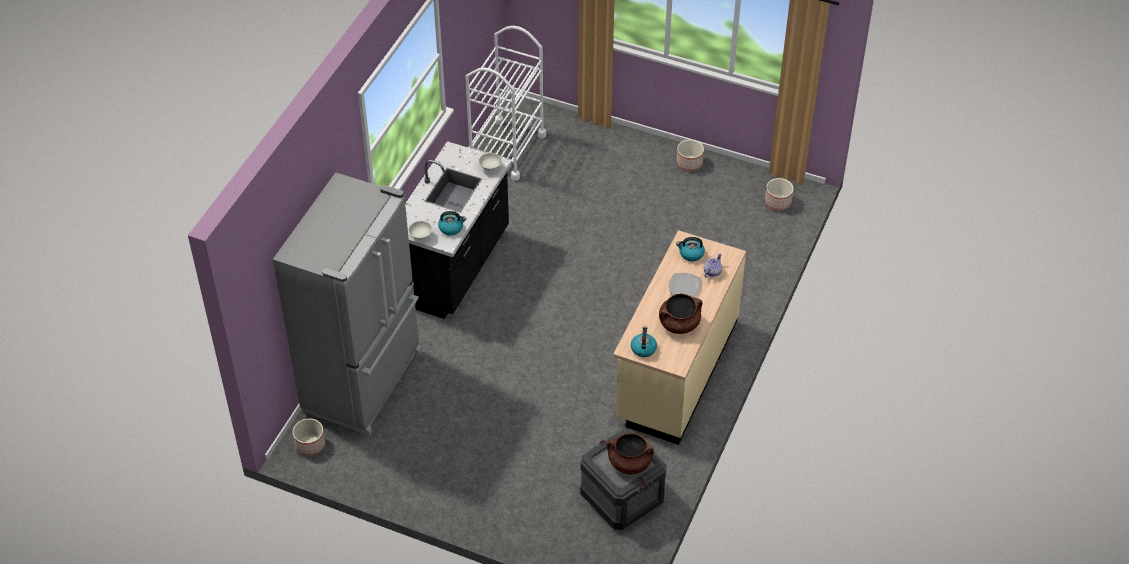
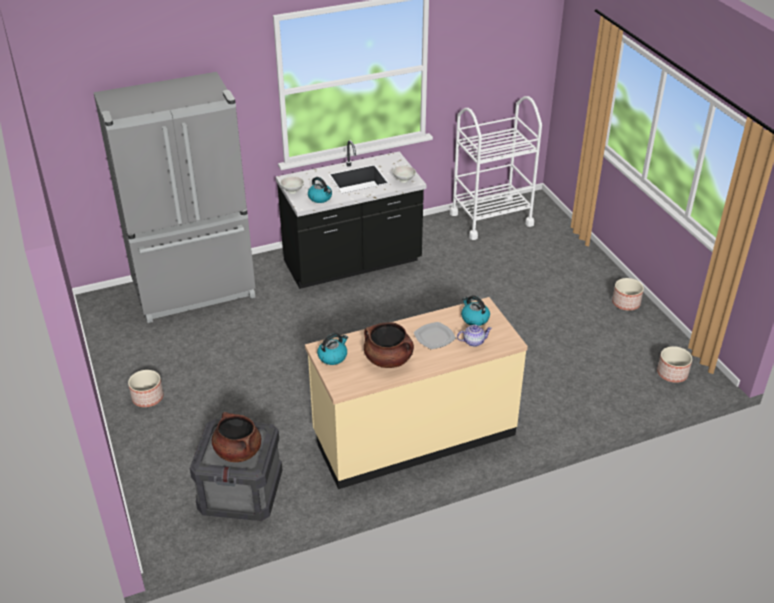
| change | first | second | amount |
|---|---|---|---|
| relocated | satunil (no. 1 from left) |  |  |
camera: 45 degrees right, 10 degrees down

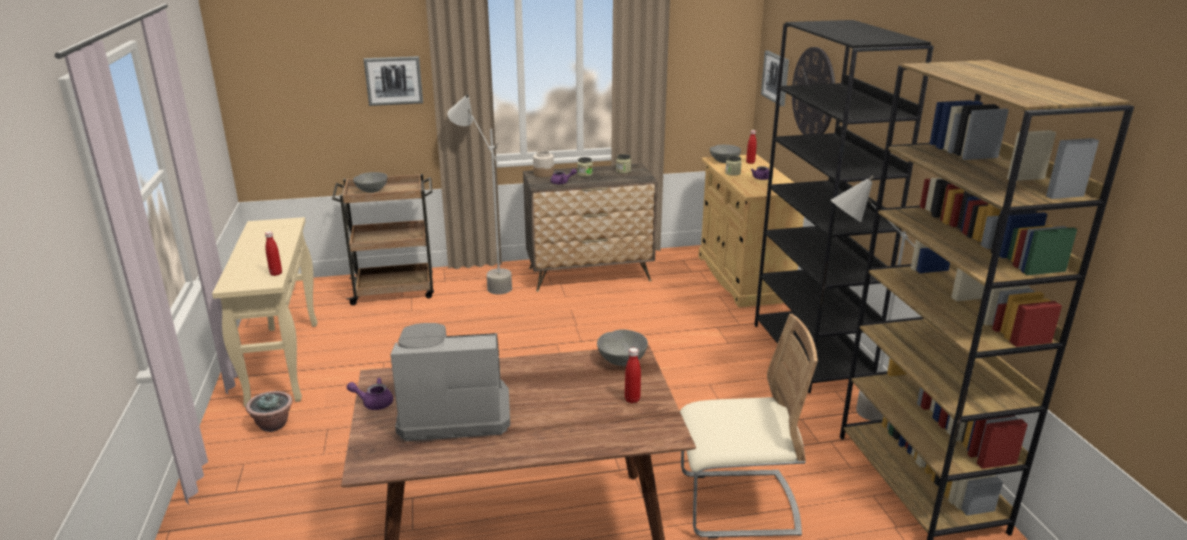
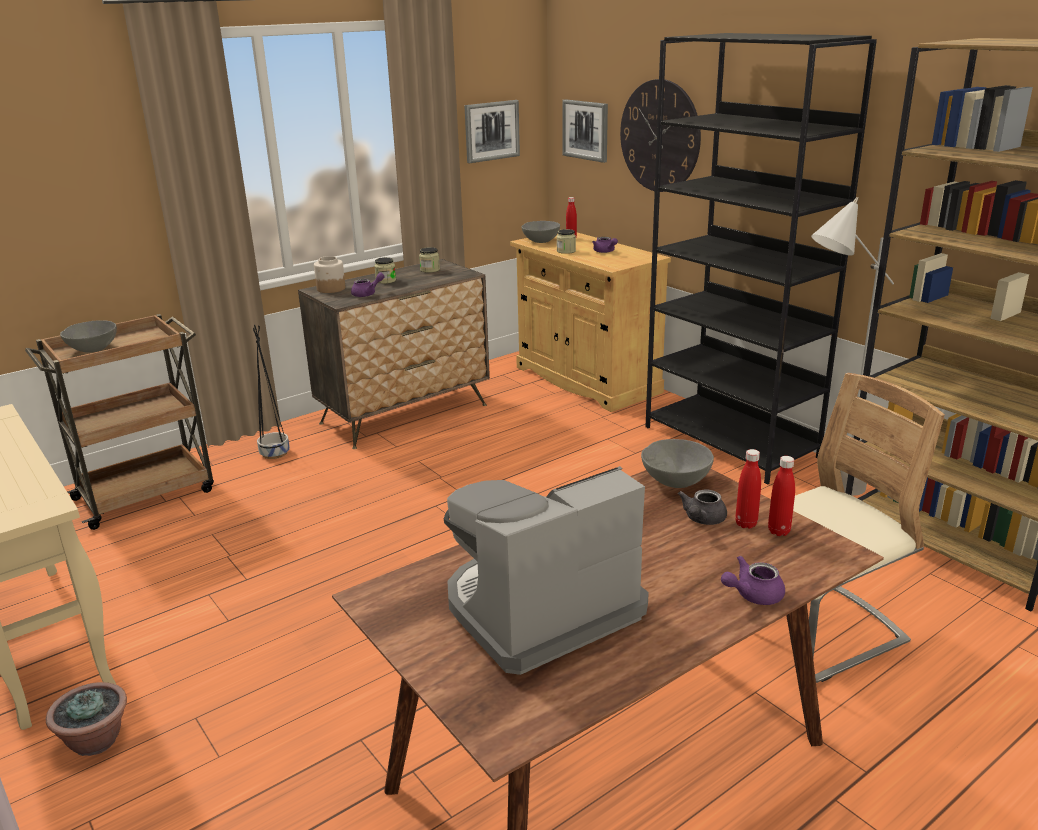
| change | first | second | amount |
|---|---|---|---|
| appeared |  | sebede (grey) |  |
| relocated | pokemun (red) (no. 1 from left in the first image) | pokemun (red) (no. 3 from left) |  |
| relocated | sebede (purple) (no. 1 from left in the first image) | sebede (purple) (no. 3 from left) |  |
| relocated | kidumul (no. 1 from left) |  |  |
| exchanged | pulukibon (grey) (no. 1 from left) | satunil (black) |  |
camera: 25 degrees left, 0 degrees up

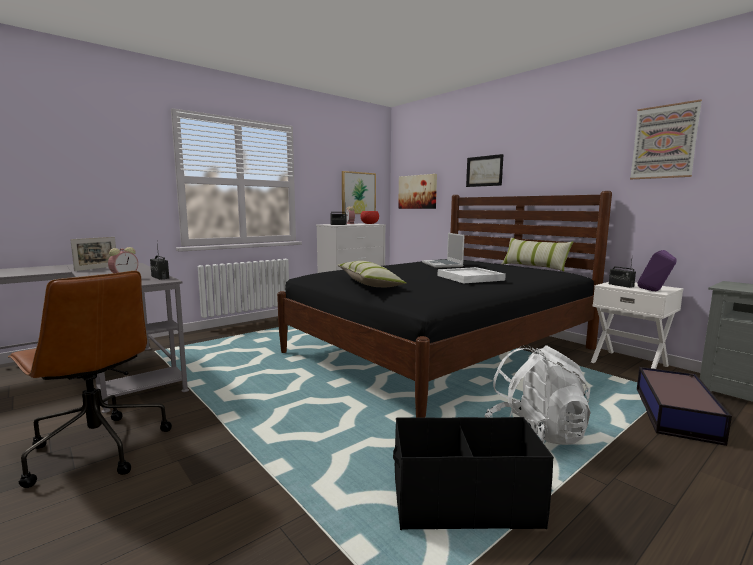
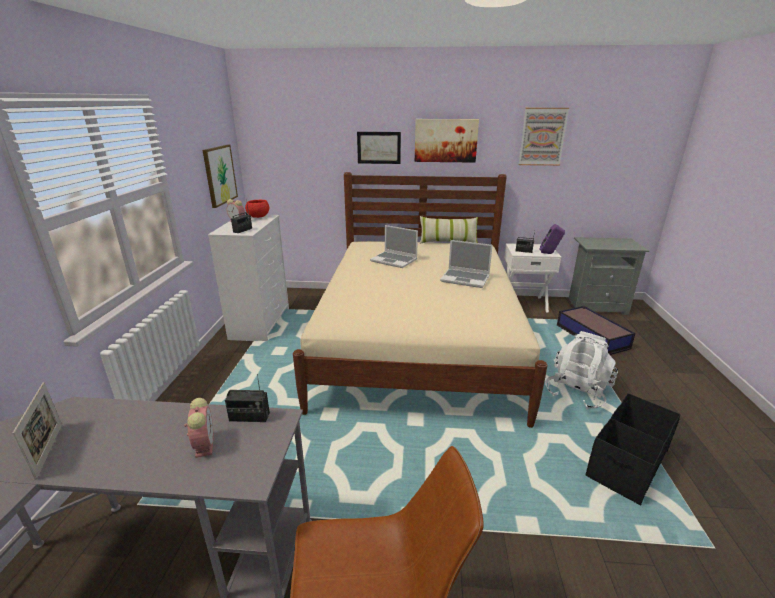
| change | first | second | amount |
|---|---|---|---|
| missing | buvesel (no. 1 from left) |  |  |
| relocated | kidumul (no. 2 from left in the first image) | kidumul (no. 3 from left) |  |
| exchanged | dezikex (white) | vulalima (no. 2 from left) |  |
| colour | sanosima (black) | sanosima (beige) |  |
camera: 45 degrees left, 15 degrees up

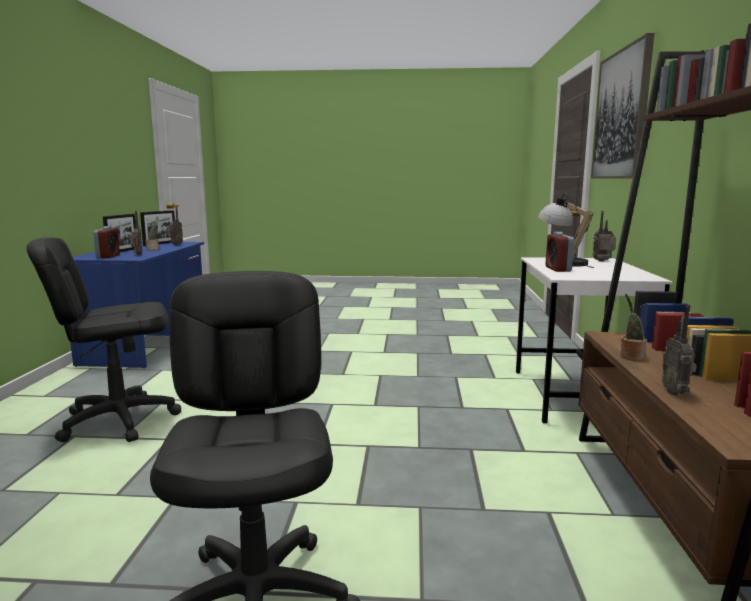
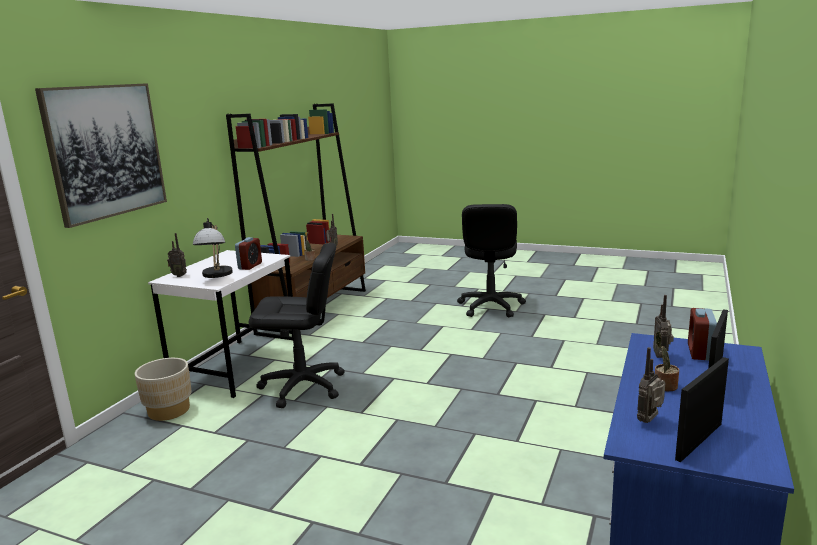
| change | first | second | amount |
|---|---|---|---|
| appeared |  | satunil (beige) |  |
| relocated | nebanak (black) (no. 1 from left) |  |  |
camera: 160 degrees left, 5 degrees up

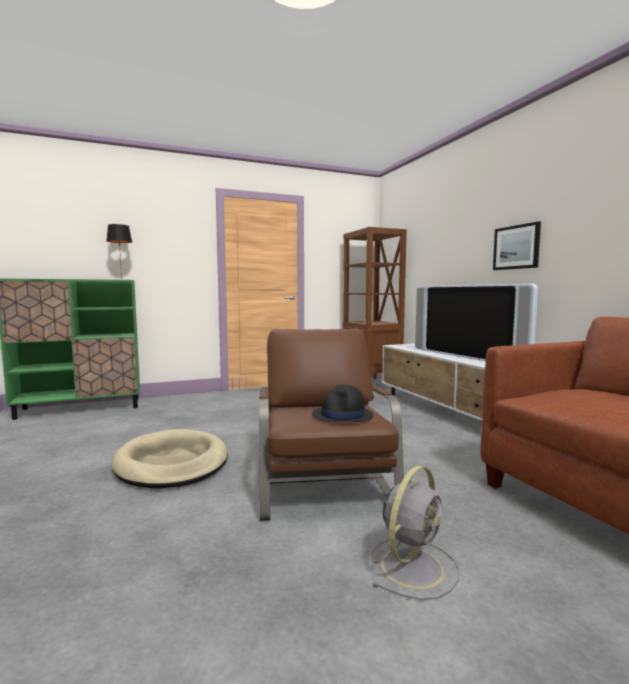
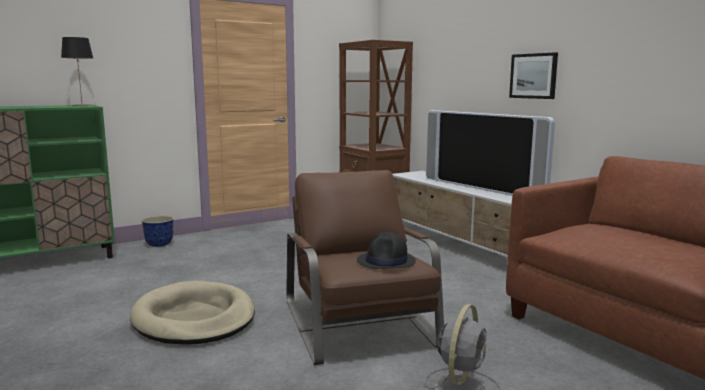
| change | first | second | amount |
|---|---|---|---|
| appeared |  | satunil |  |
camera: 10 degrees left, 5 degrees up

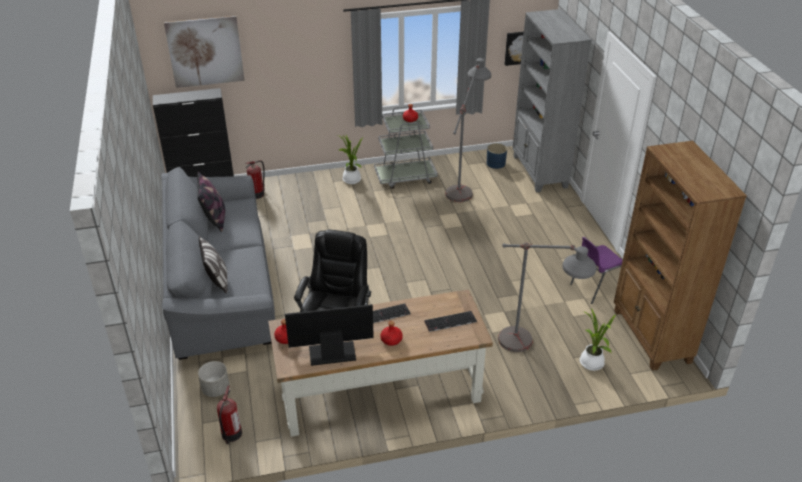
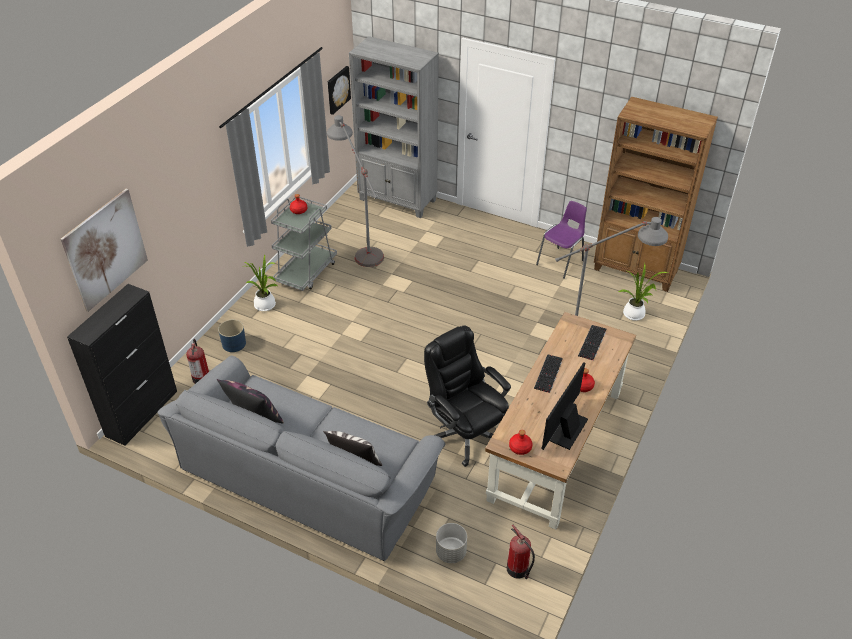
| change | first | second | amount |
|---|---|---|---|
| relocated | satunil (blue) |  |  |
| spun | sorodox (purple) |  | 150 degrees counterclockwise |
camera: 50 degrees left, 5 degrees up

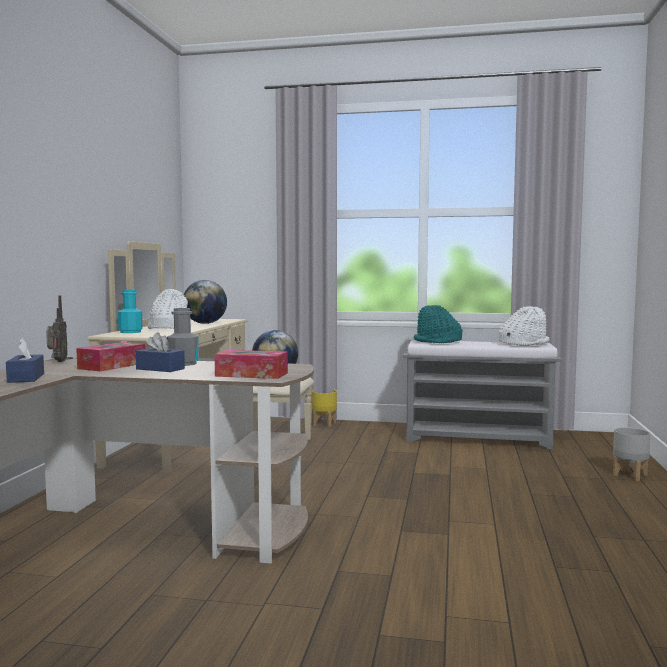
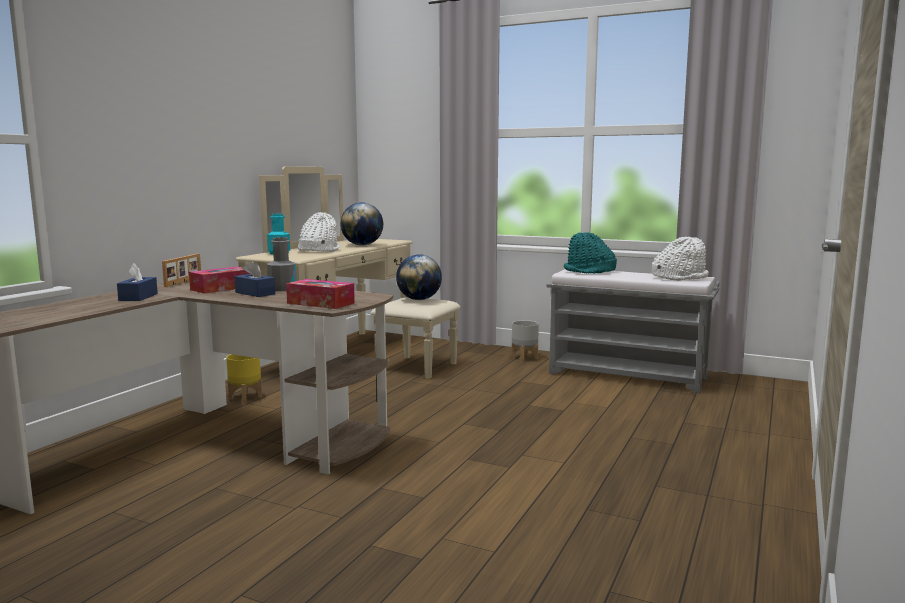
| change | first | second | amount |
|---|---|---|---|
| relocated | satunil (yellow) |  |  |
| relocated | satunil (grey) |  |  |
| exchanged | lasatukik | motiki |  |
camera: 15 degrees right, 5 degrees up

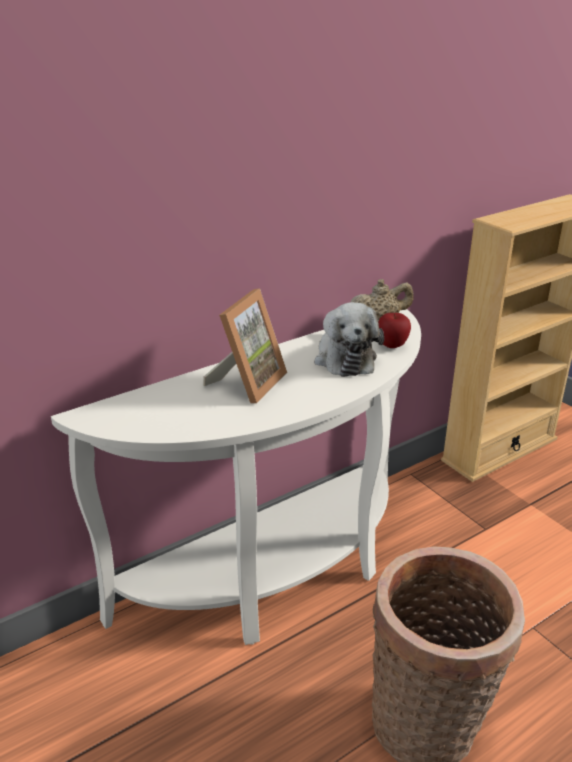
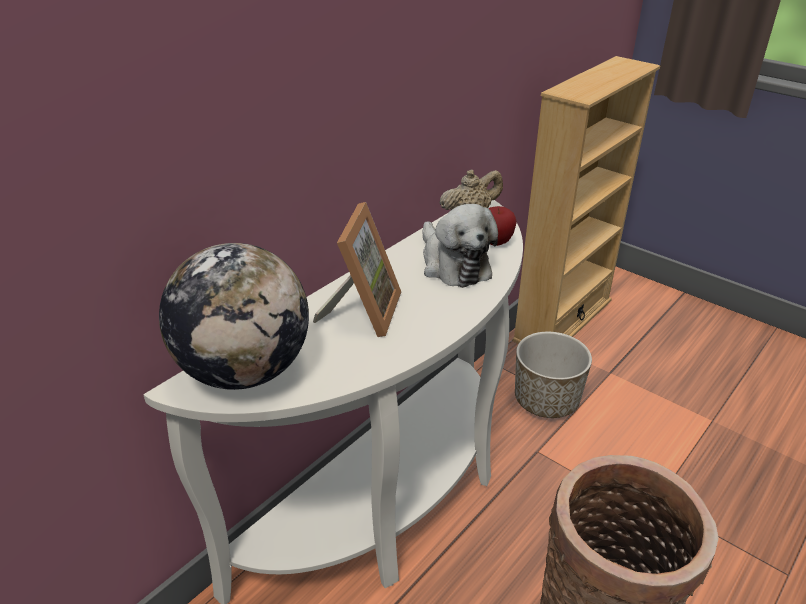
| change | first | second | amount |
|---|---|---|---|
| appeared |  | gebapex |  |
| appeared |  | satunil |  |
camera: 15 degrees left, 5 degrees up

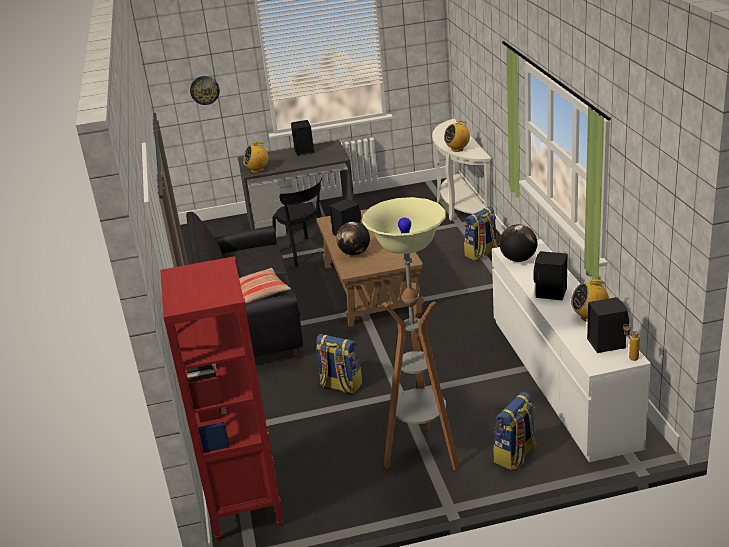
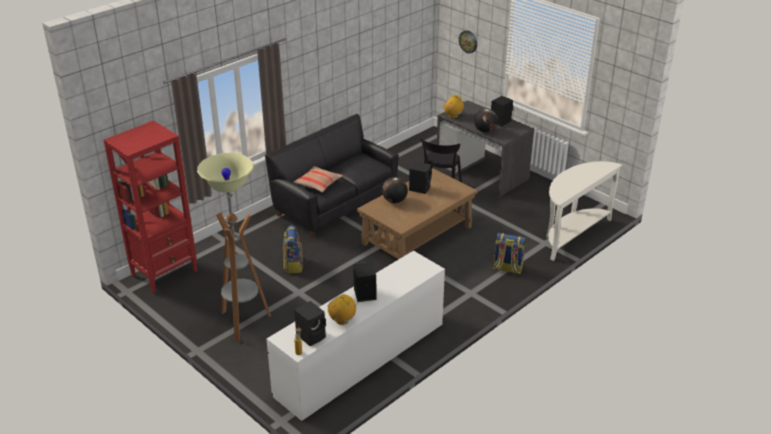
| change | first | second | amount |
|---|---|---|---|
| missing | lasatukik (no. 2 from left) |  |  |
| missing | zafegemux (no. 3 from left) |  |  |
| relocated | gebapex (no. 2 from left) |  |  |
camera: 55 degrees right, 5 degrees up

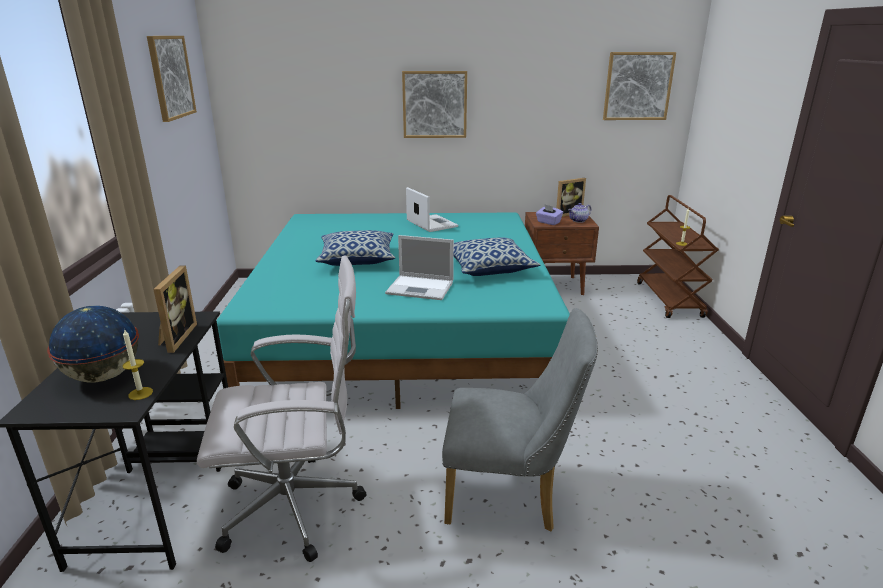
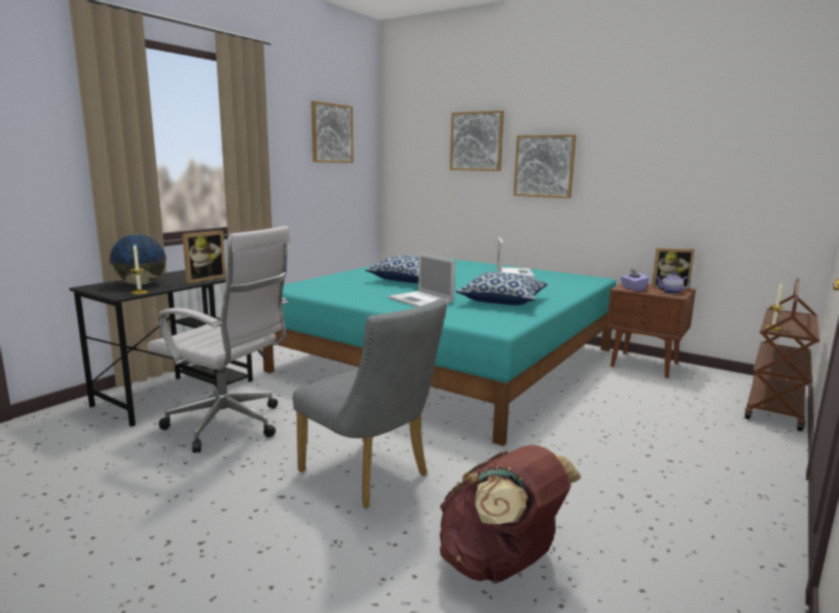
| change | first | second | amount |
|---|---|---|---|
| appeared |  | zafegemux (brown) |  |
| relocated | kidumul (no. 3 from left in the first image) | kidumul (no. 2 from left) |  |
camera: 35 degrees right, 10 degrees down

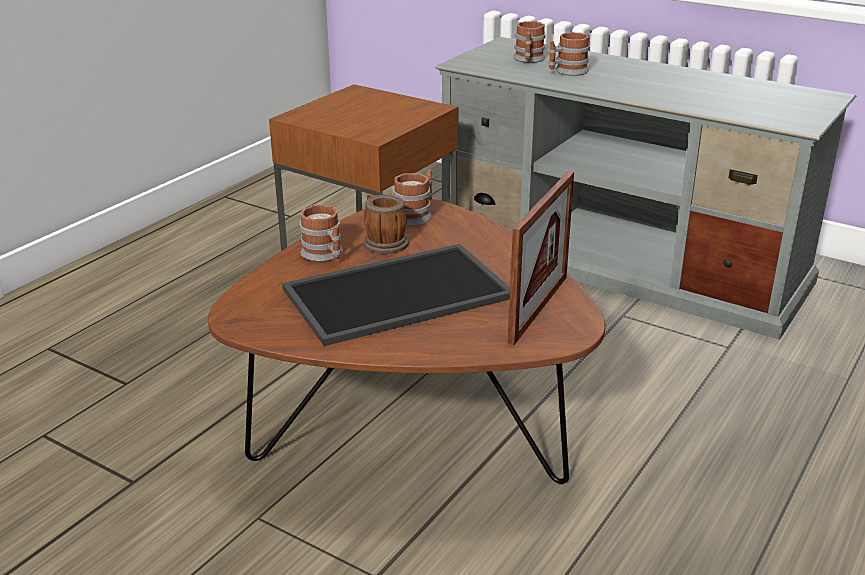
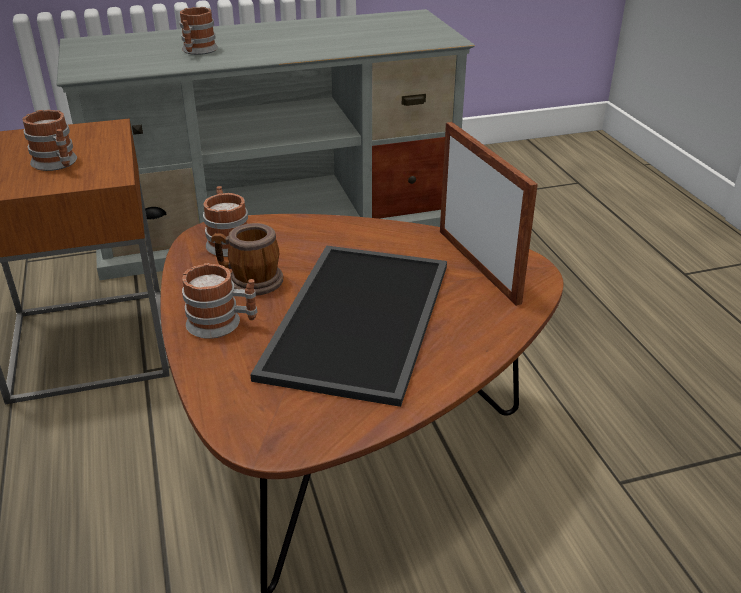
| change | first | second | amount |
|---|---|---|---|
| relocated | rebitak (no. 4 from left in the first image) | rebitak (no. 1 from left) |  |
camera: 50 degrees left, 5 degrees up

